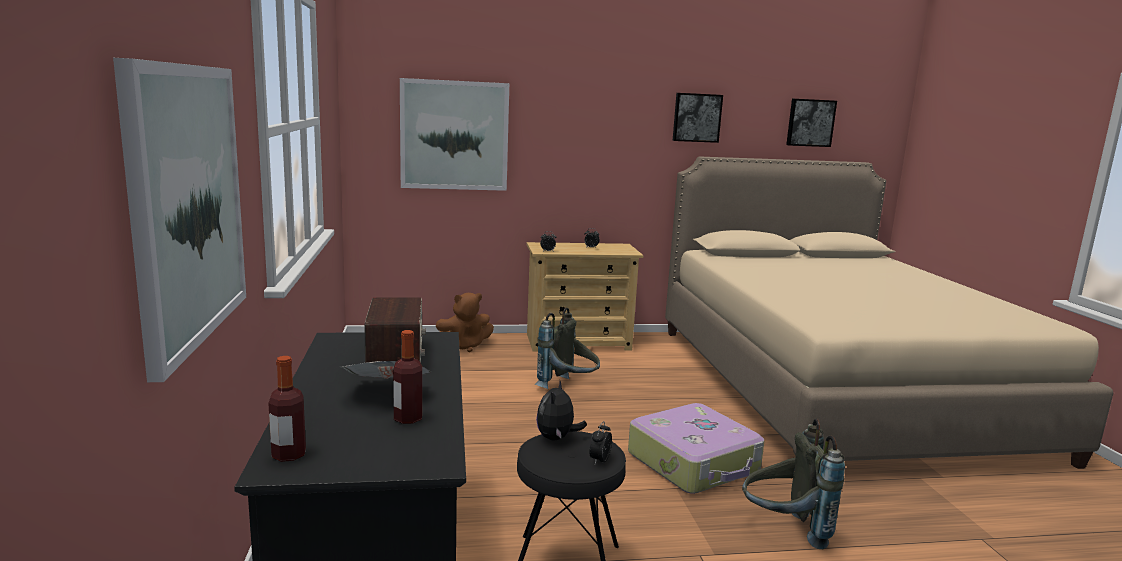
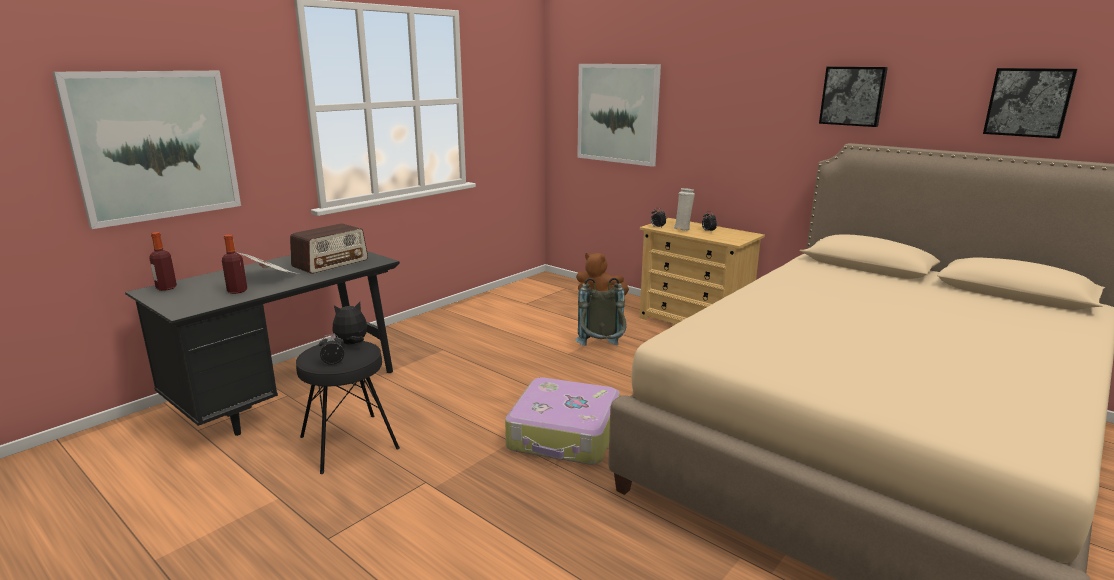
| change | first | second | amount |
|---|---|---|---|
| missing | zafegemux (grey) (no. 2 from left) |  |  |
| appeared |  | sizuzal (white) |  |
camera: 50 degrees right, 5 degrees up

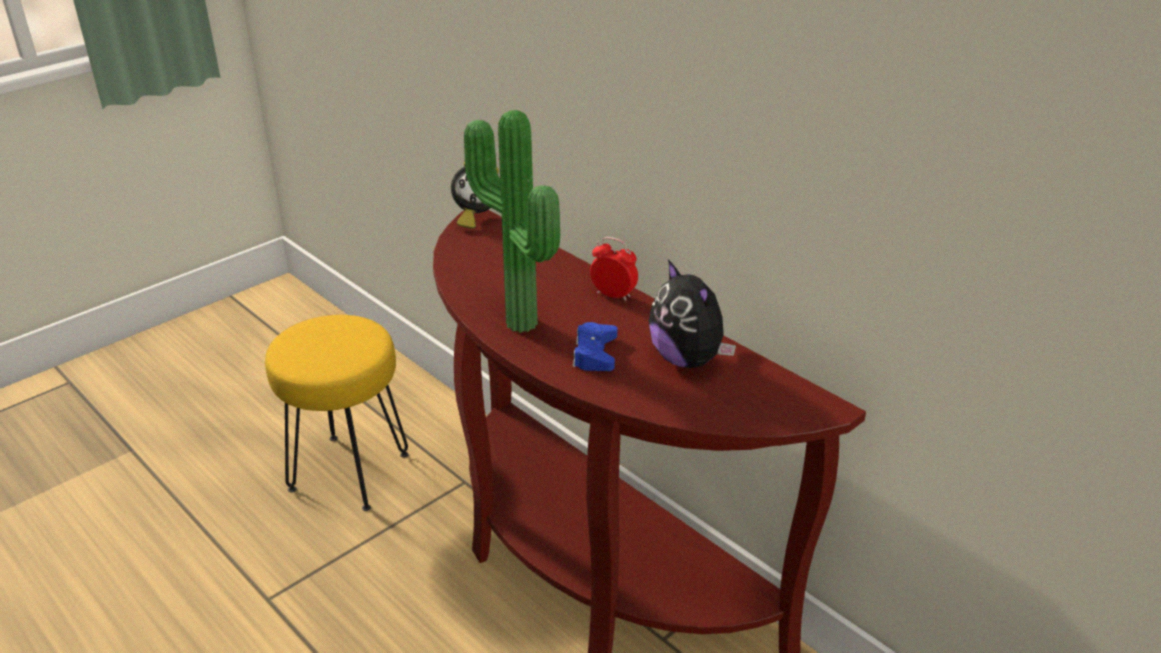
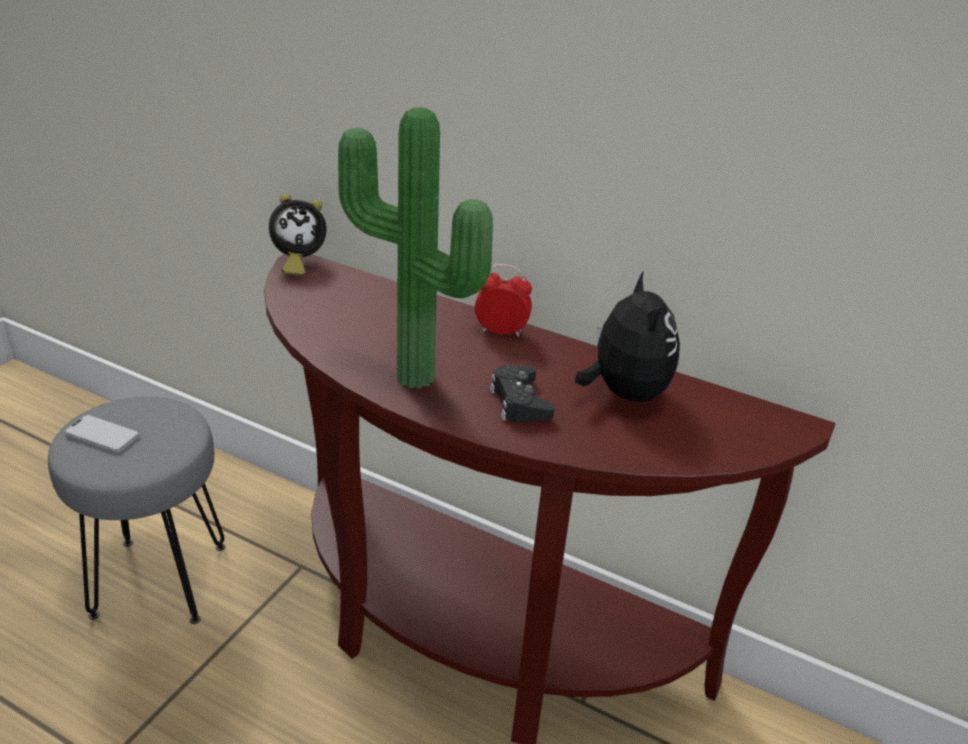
| change | first | second | amount |
|---|---|---|---|
| appeared |  | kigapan |  |
| colour | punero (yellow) | punero (grey) |  |
| colour | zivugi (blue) | zivugi (black) |  |
| spun | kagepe |  | 135 degrees counterclockwise |
camera: 20 degrees left, 0 degrees up

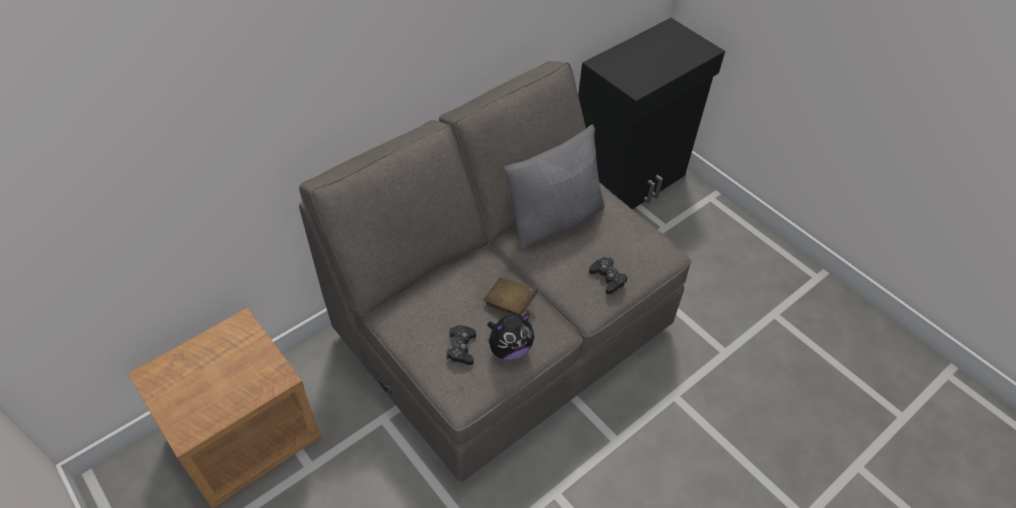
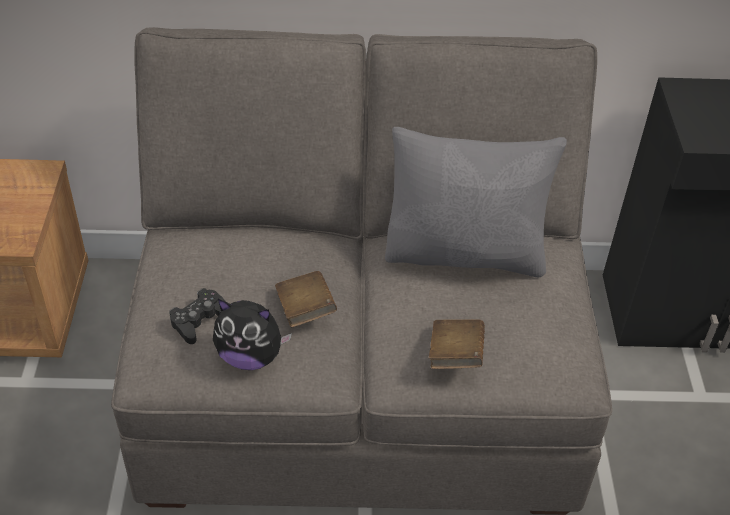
| change | first | second | amount |
|---|---|---|---|
| exchanged | zivugi (black) (no. 2 from left) | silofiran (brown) (no. 2 from left) |  |
camera: 40 degrees right, 5 degrees down

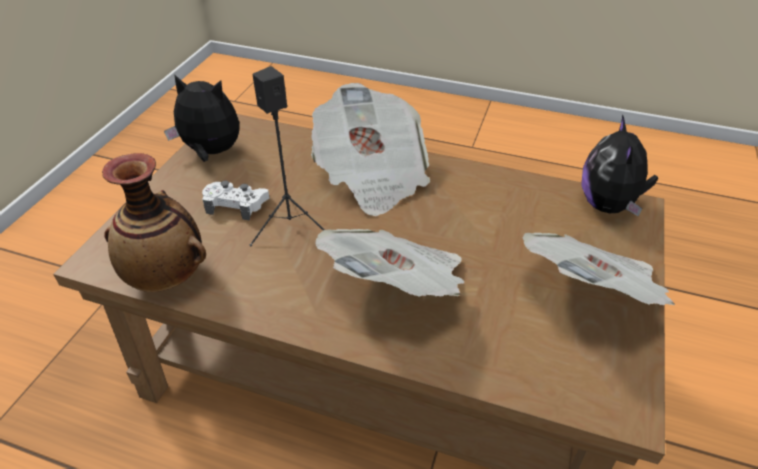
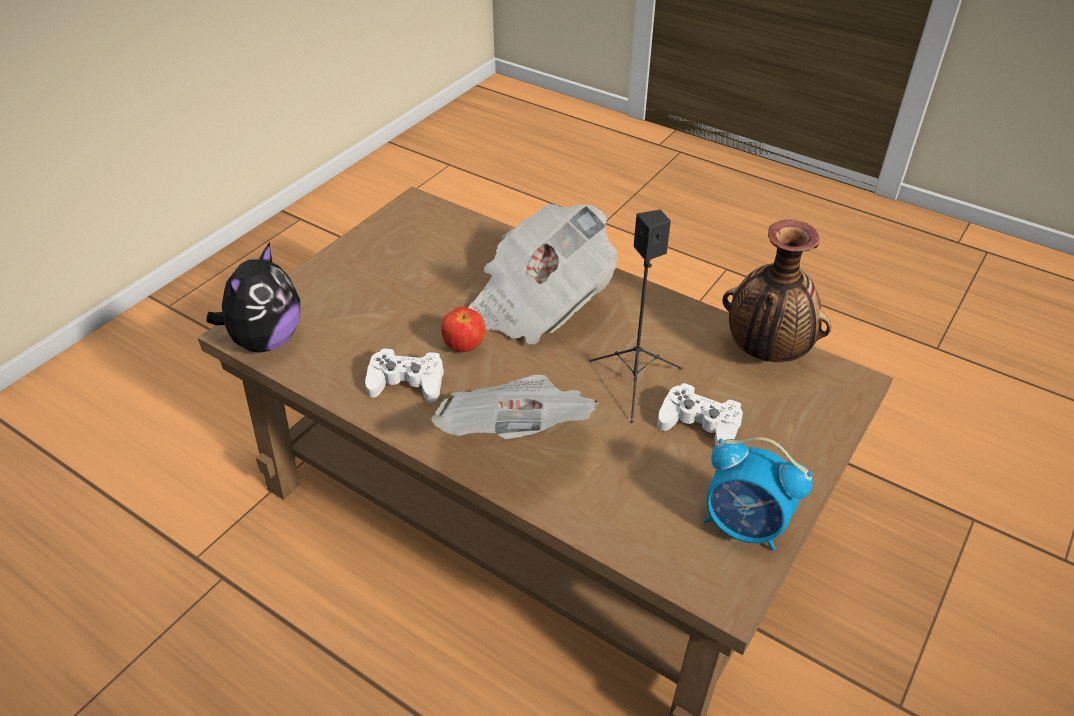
| change | first | second | amount |
|---|---|---|---|
| missing | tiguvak (no. 3 from left) |  |  |
| appeared |  | zivugi (white) (no. 1 from left) |  |
| appeared |  | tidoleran |  |
| exchanged | kagepe (no. 1 from left) | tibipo |  |
camera: 165 degrees left, 0 degrees up

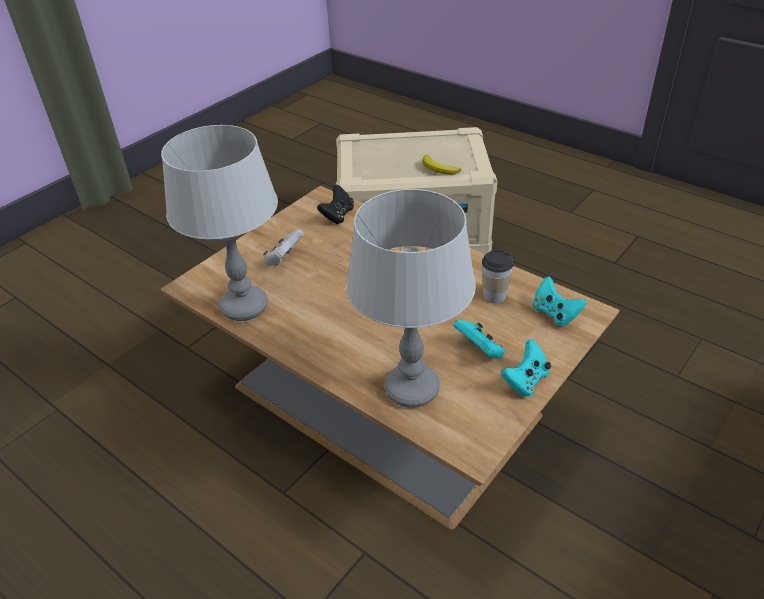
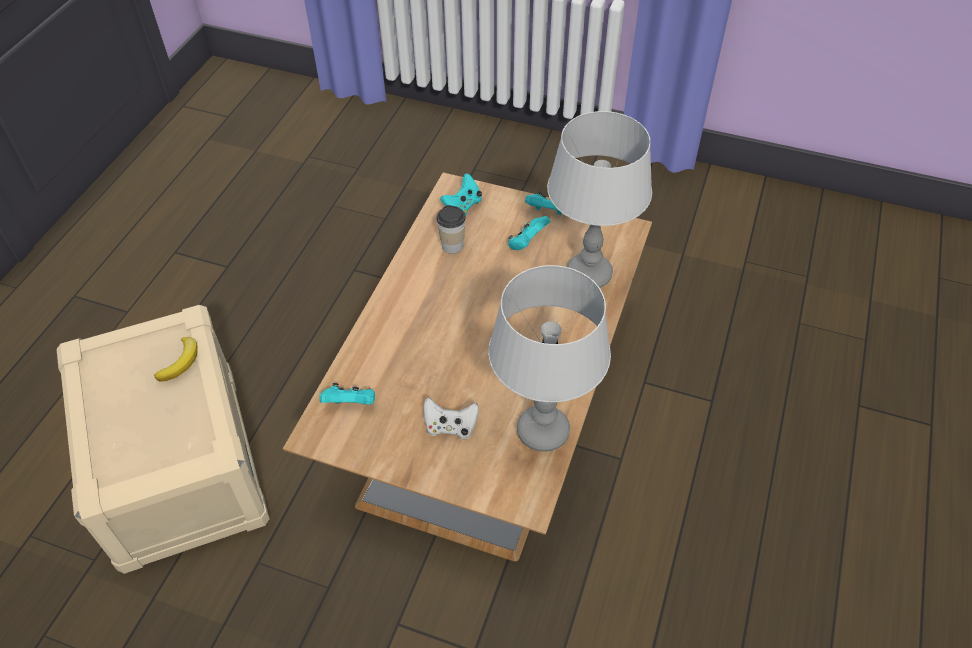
| change | first | second | amount |
|---|---|---|---|
| colour | zivugi (black) | zivugi (turquoise) (no. 1 from left) |  |
camera: 110 degrees left, 10 degrees up

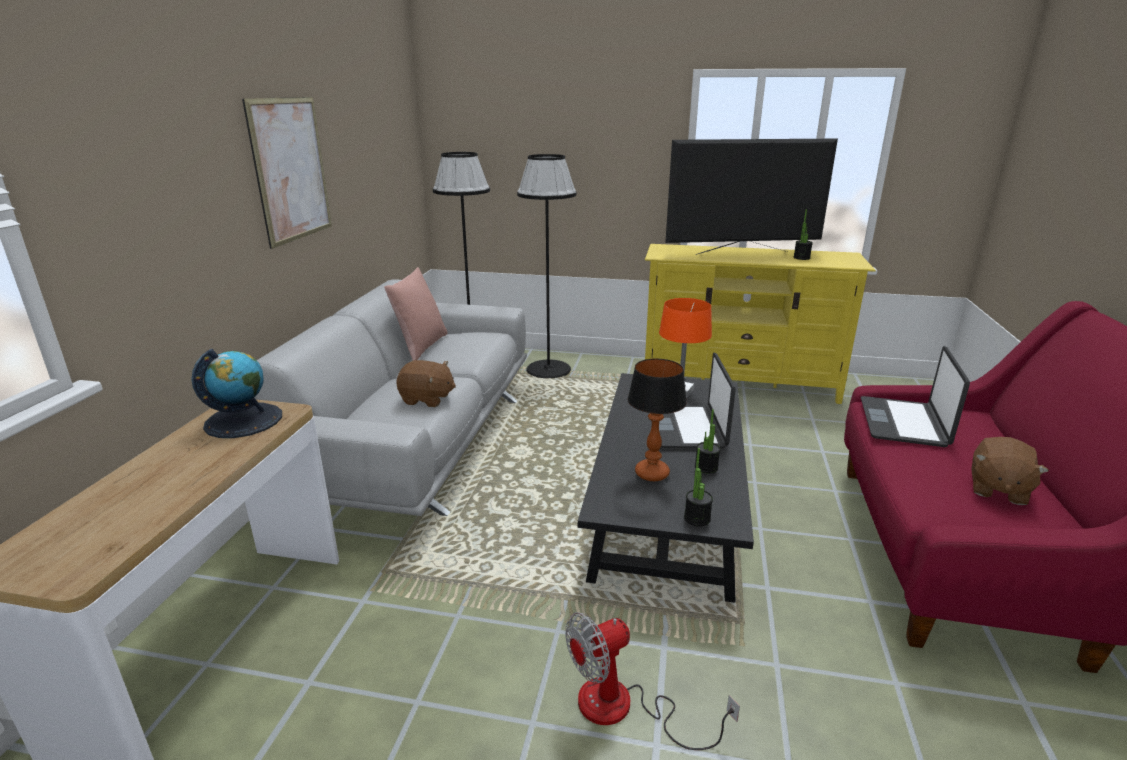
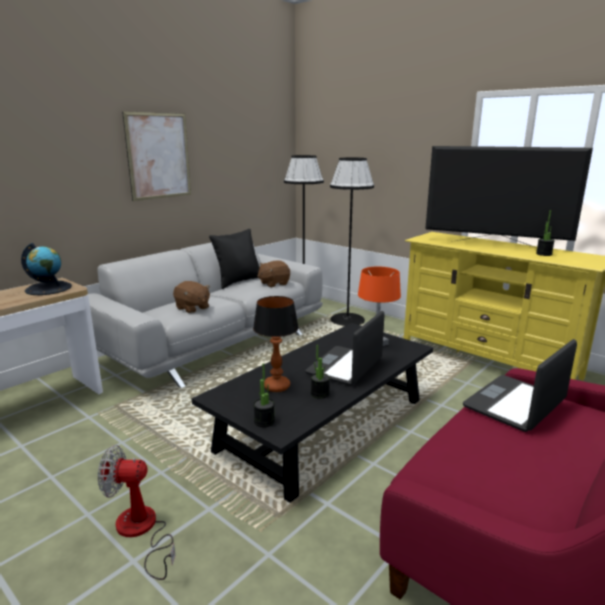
| change | first | second | amount |
|---|---|---|---|
| relocated | kagepe (brown) (no. 2 from left) |  |  |
| colour | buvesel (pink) | buvesel (black) |  |
camera: 30 degrees right, 5 degrees down

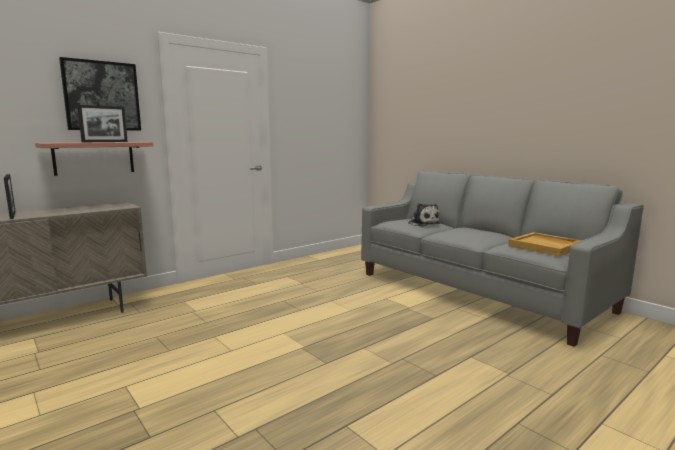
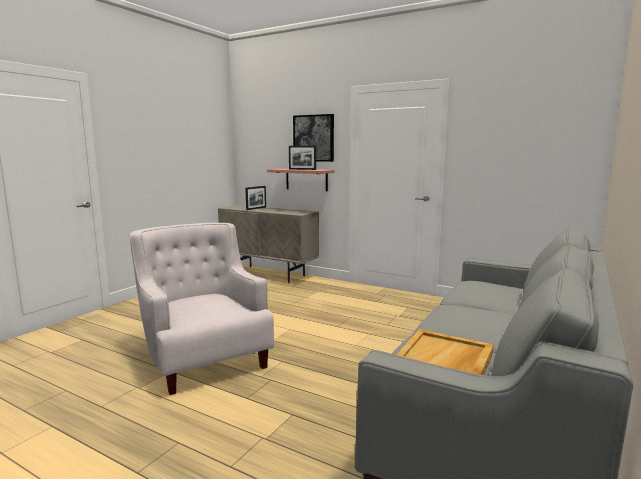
| change | first | second | amount |
|---|---|---|---|
| missing | kagepe |  |  |
| appeared |  | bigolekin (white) |  |
camera: 70 degrees right, 0 degrees up

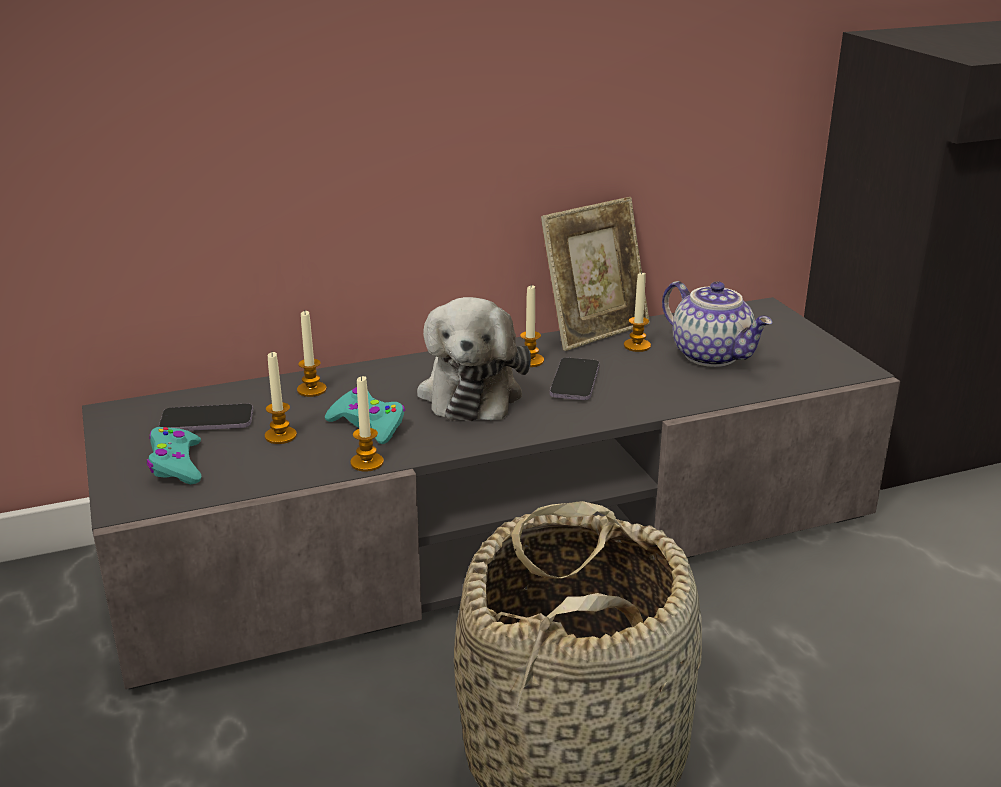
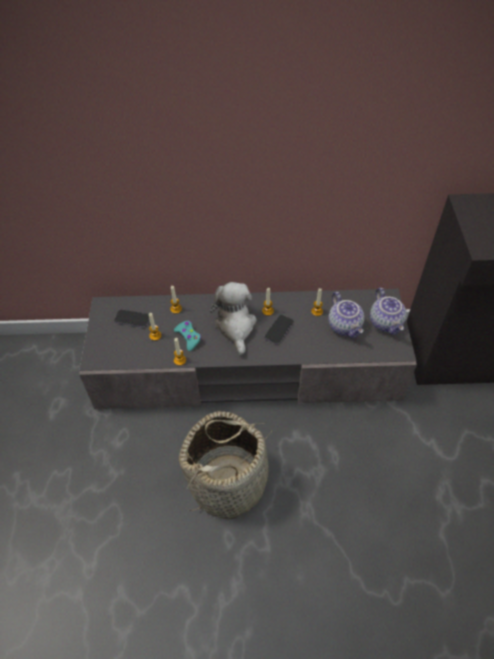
| change | first | second | amount |
|---|---|---|---|
| missing | zivugi (turquoise) (no. 1 from left) |  |  |
| missing | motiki |  |  |
| appeared |  | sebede (no. 2 from left) |  |
| spun | kagepe |  | 150 degrees clockwise |
camera: 20 degrees right, 25 degrees up

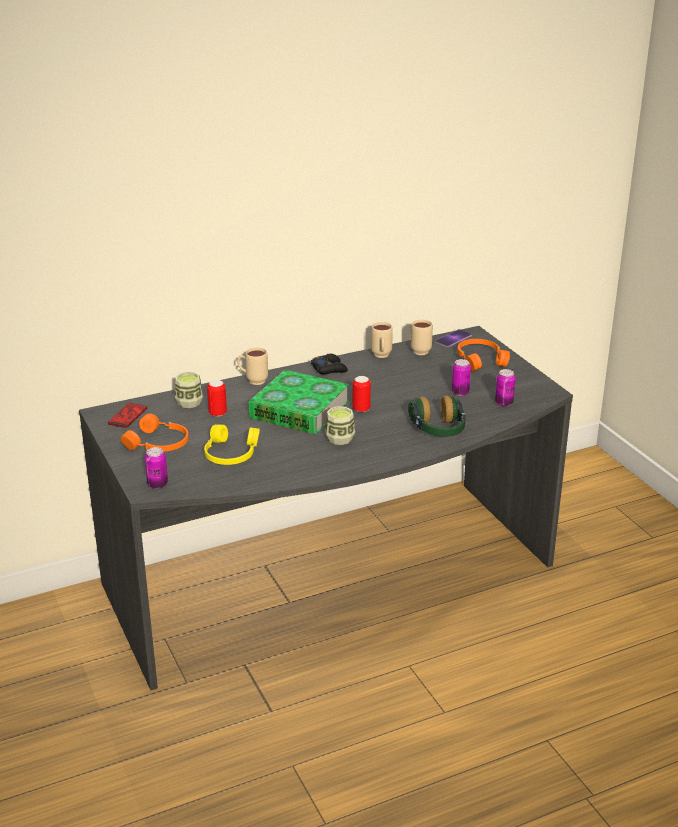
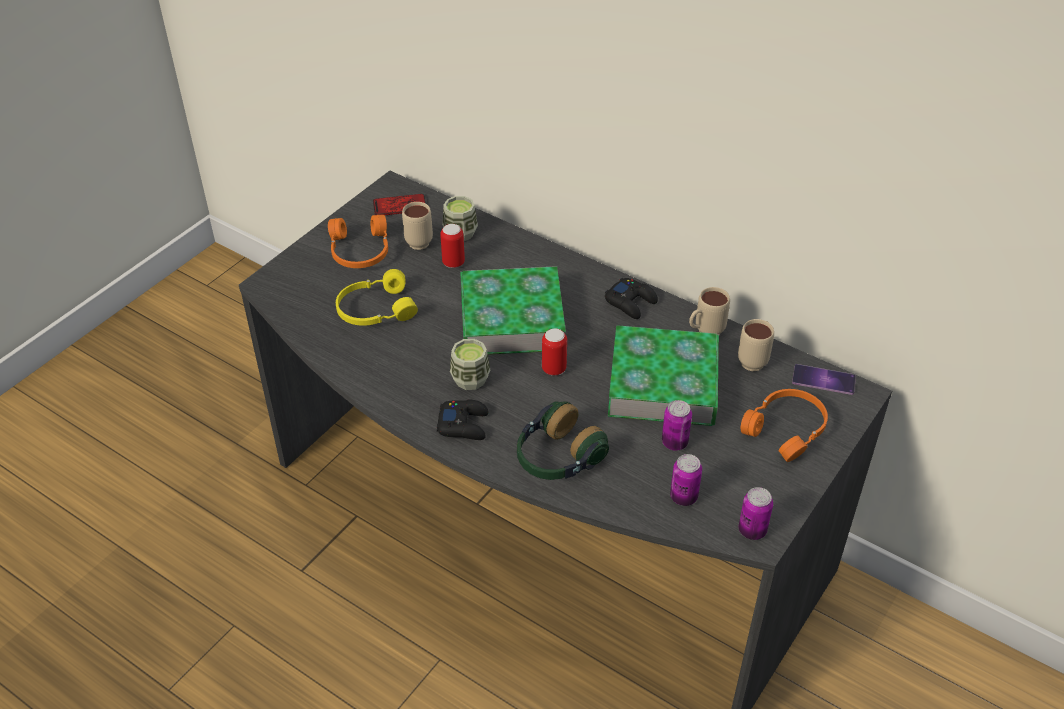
| change | first | second | amount |
|---|---|---|---|
| appeared |  | zivugi (black) (no. 1 from left) |  |
| appeared |  | silofiran (no. 2 from left) |  |
| relocated | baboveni (no. 1 from left in the first image) | baboveni (no. 5 from left) |  |
| relocated | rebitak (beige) (no. 1 from left) |  |  |
camera: 60 degrees right, 15 degrees up

